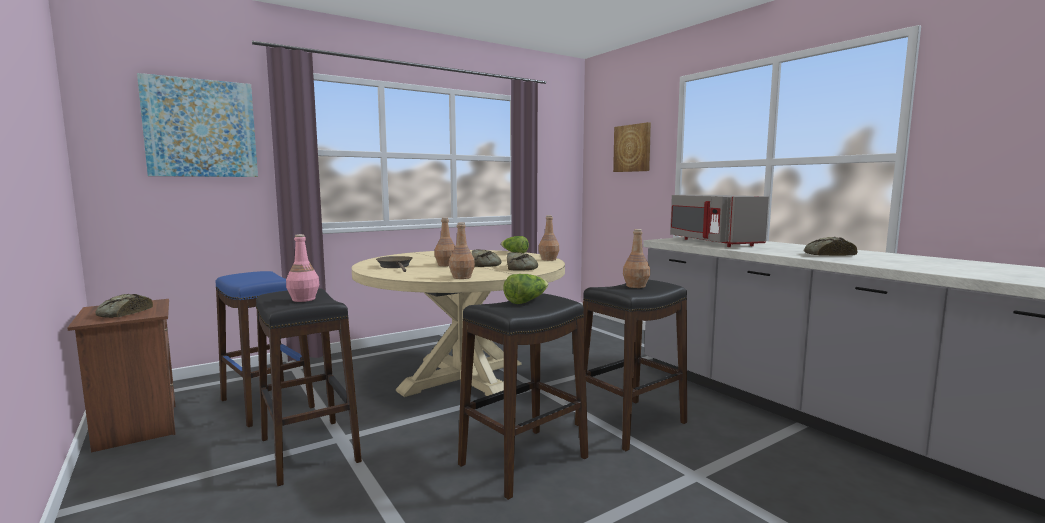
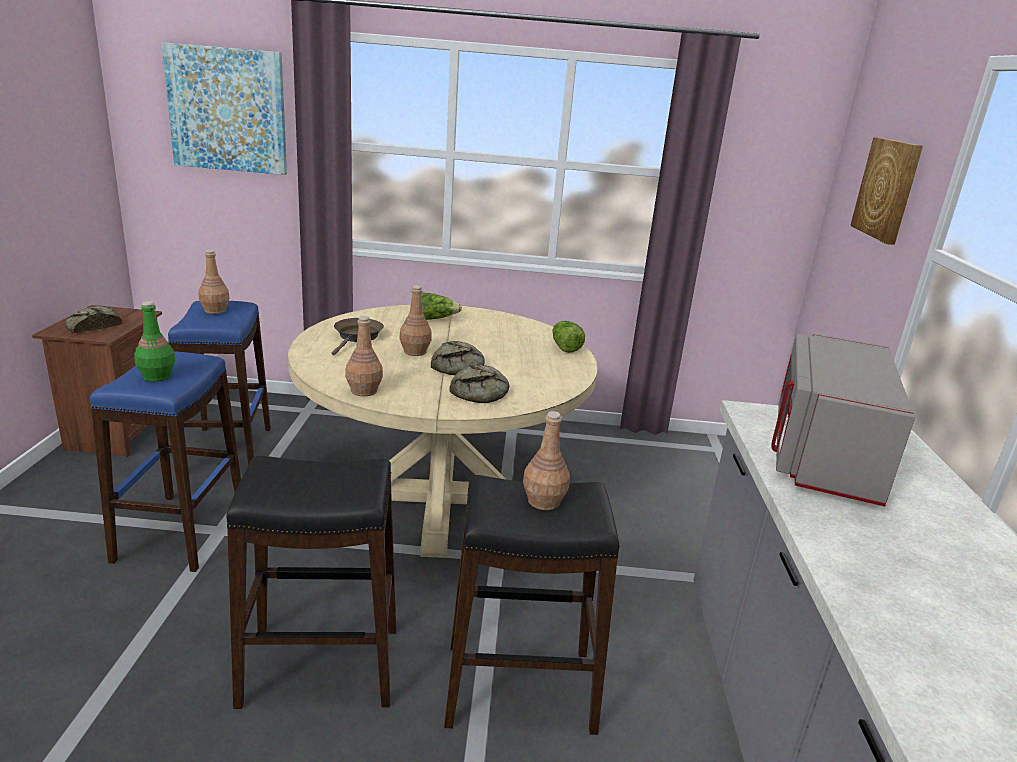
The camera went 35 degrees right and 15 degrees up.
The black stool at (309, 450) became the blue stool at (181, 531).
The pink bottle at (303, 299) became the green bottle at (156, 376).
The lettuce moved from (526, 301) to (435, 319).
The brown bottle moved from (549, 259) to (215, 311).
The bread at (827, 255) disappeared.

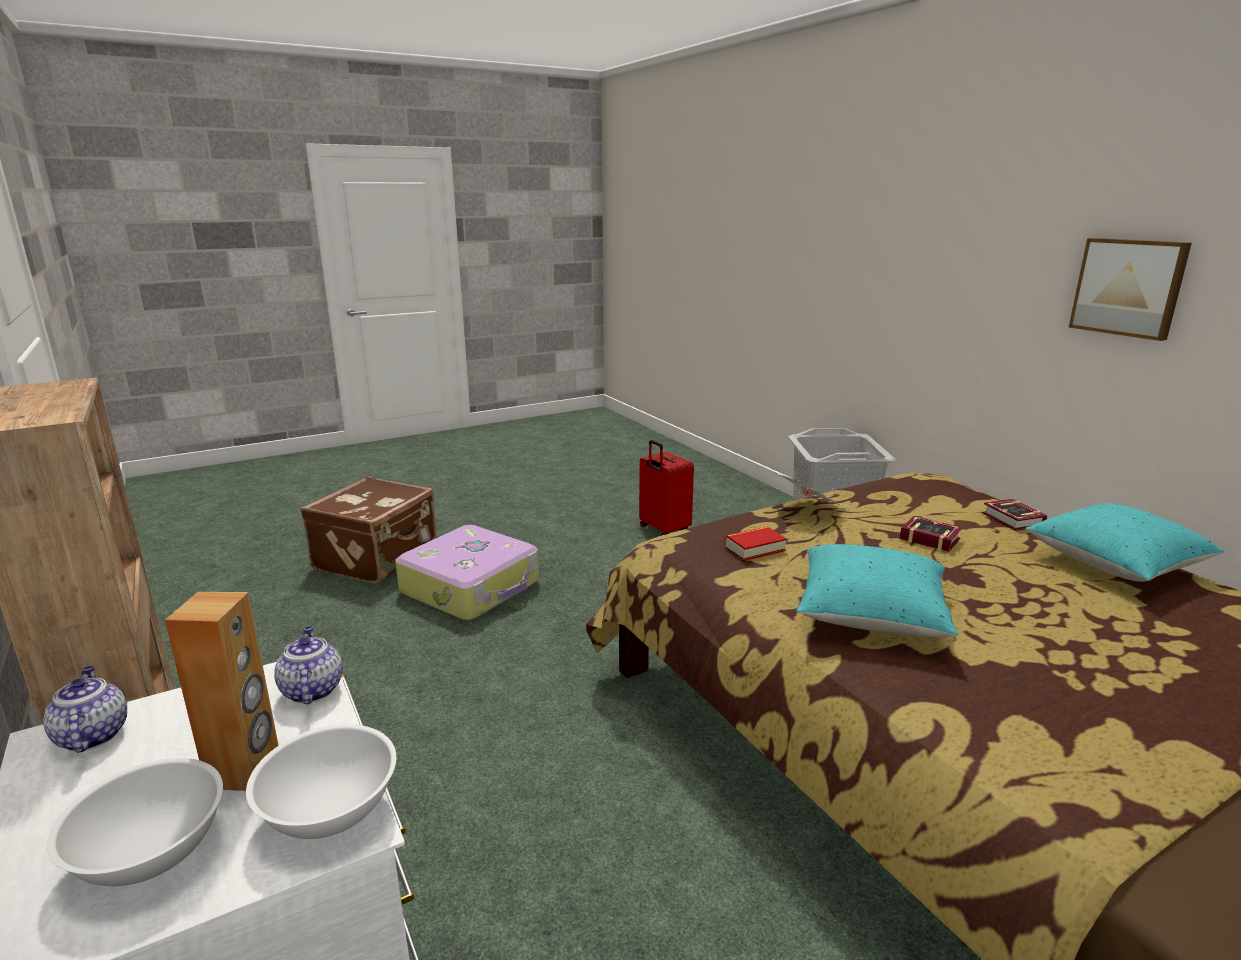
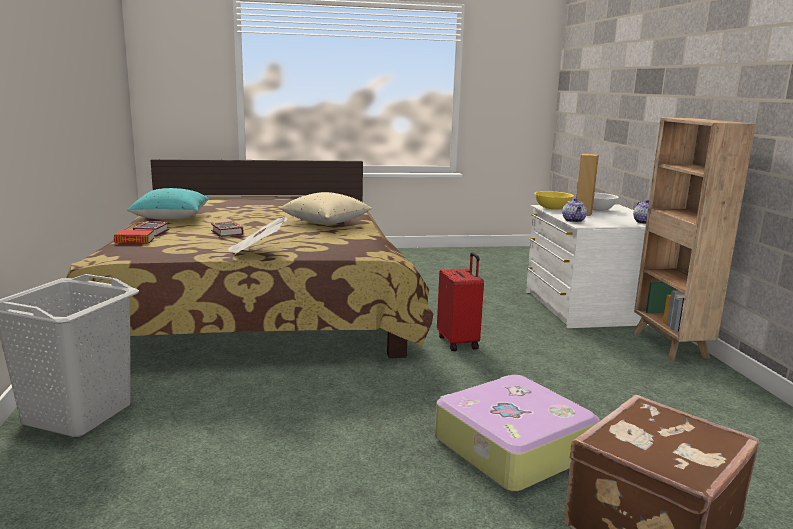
The camera went 160 degrees left and 5 degrees down.
The white bowl at (331, 810) became the yellow bowl at (552, 208).
The red suitcase moved from (663, 530) to (459, 342).
The book moved from (754, 548) to (134, 241).
The turquoise pillow at (870, 615) became the beige pillow at (326, 222).
The picture at (1129, 287) disappeared.

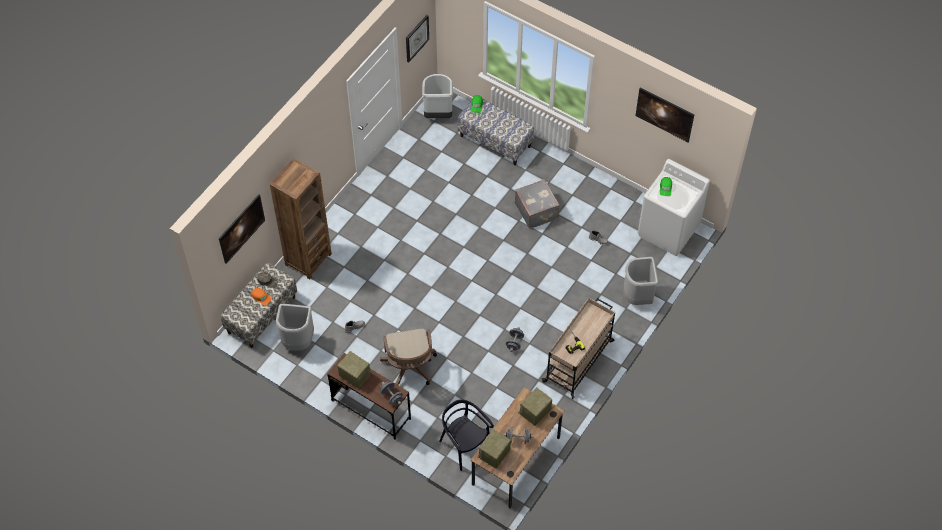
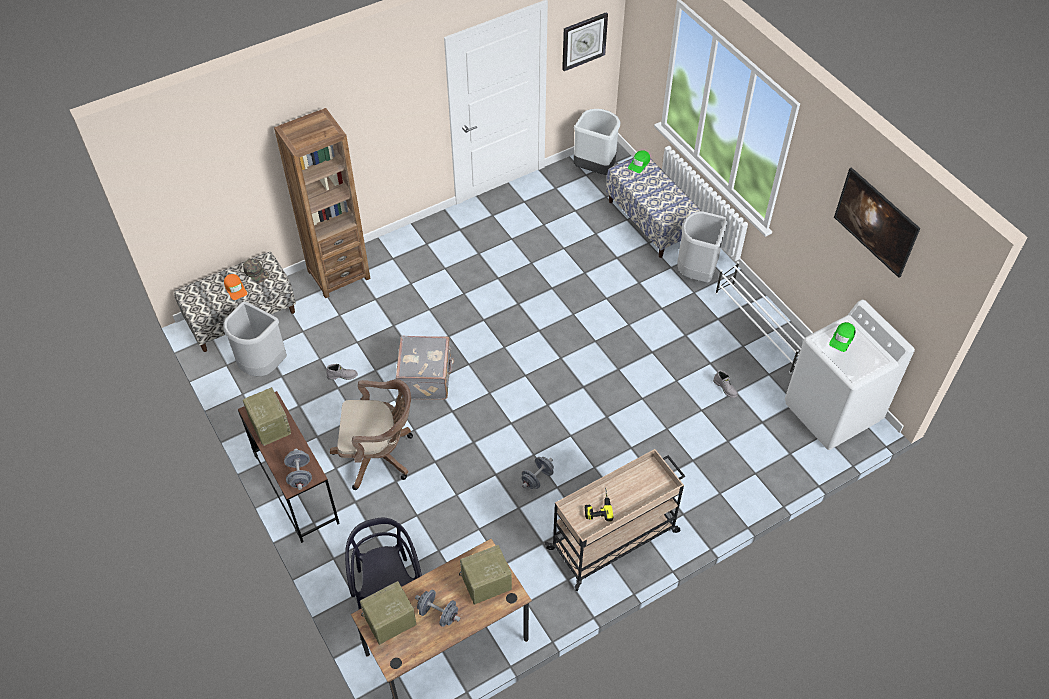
The camera went 25 degrees right and 5 degrees down.
The picture at (243, 235) disappeared.
The brown office chair at (410, 368) turned 105 degrees counterclockwise.
The grey suitcase moved from (537, 211) to (426, 378).
The grey trash can moved from (637, 297) to (696, 273).
The white shoe rack at (760, 328) appeared.

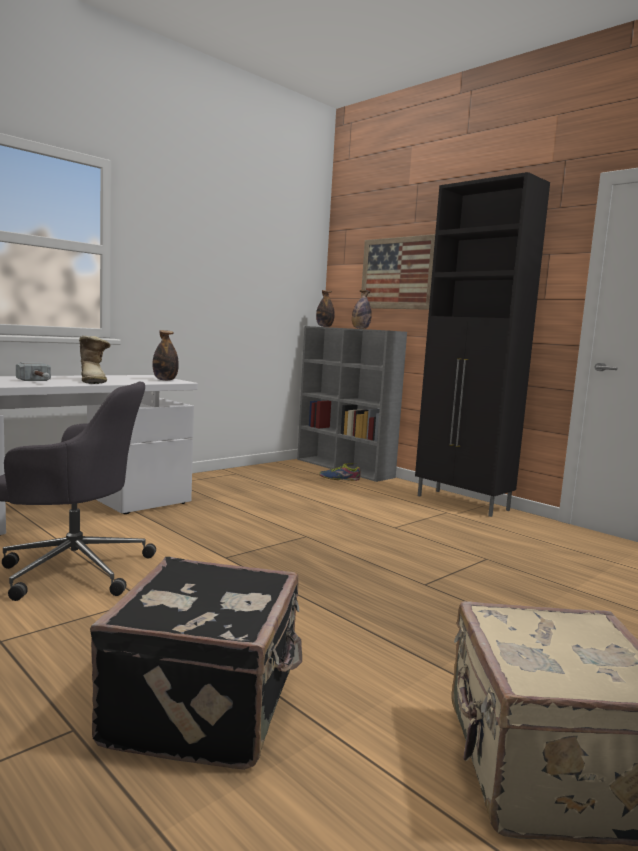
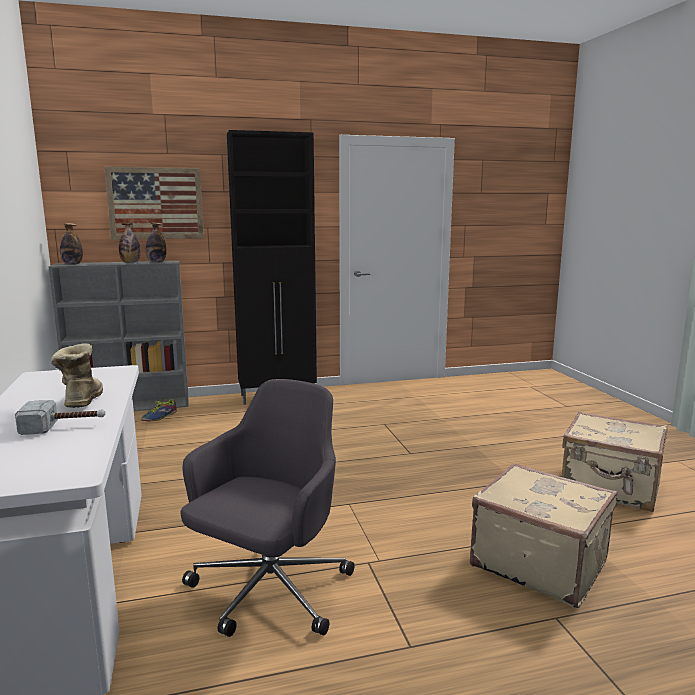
The camera went 60 degrees left and 5 degrees up.
The boot at (94, 381) turned 105 degrees counterclockwise.
The black suitcase at (207, 706) became the beige suitcase at (539, 562).
The bottle moved from (165, 380) to (156, 262).

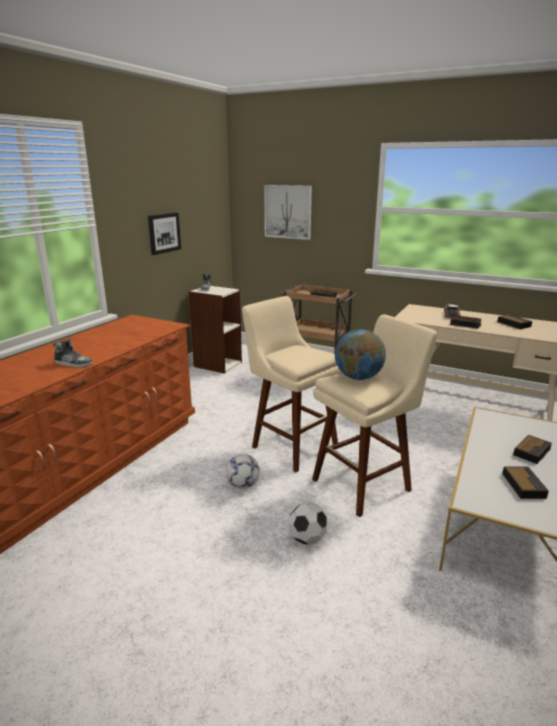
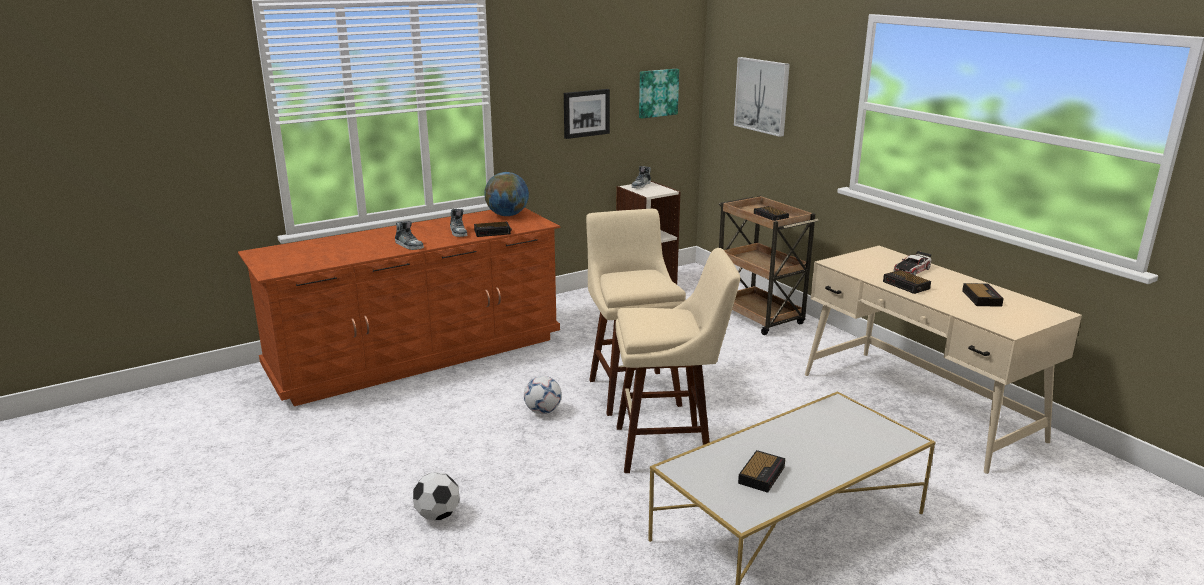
The camera went 30 degrees right and 0 degrees up.
The football moved from (307, 539) to (438, 515).
The globe moved from (358, 377) to (507, 215).
The alarm clock moved from (532, 451) to (493, 232).
The shoe at (458, 232) appeared.
The picture at (657, 93) appeared.

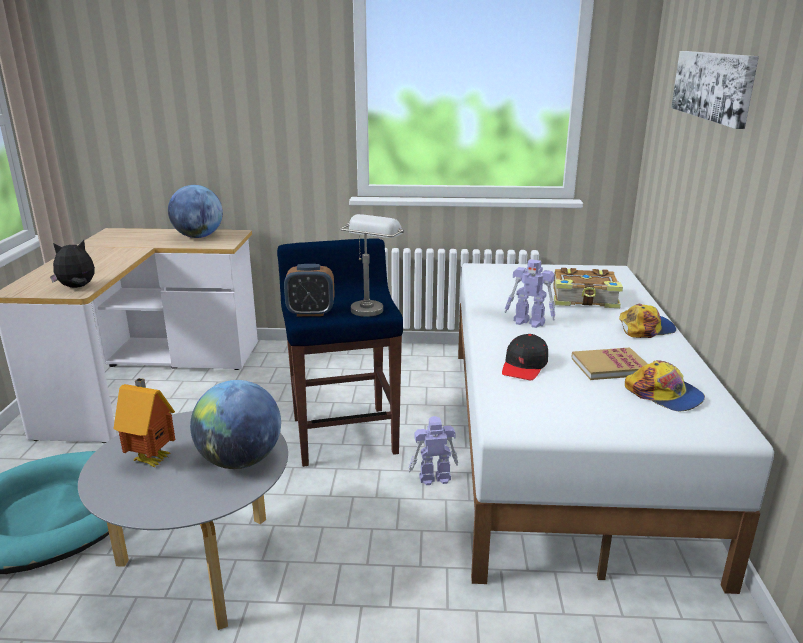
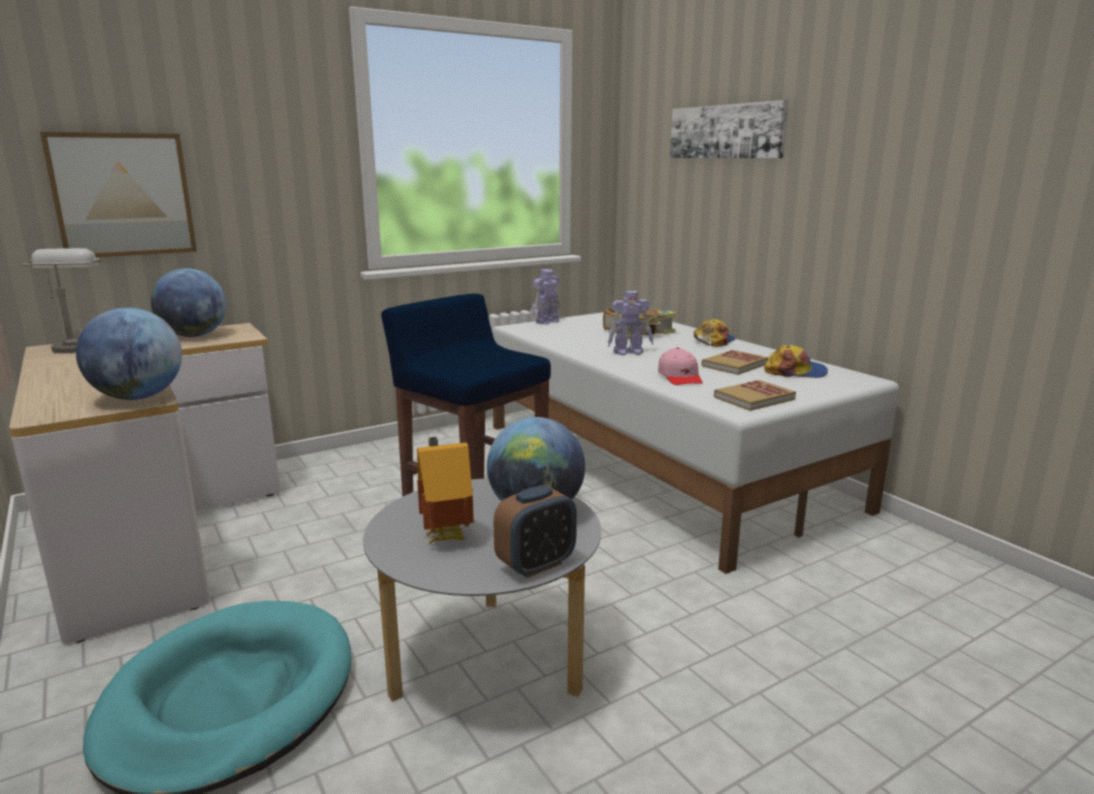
The camera went 35 degrees left and 5 degrees down.
The plush toy at (77, 287) was replaced by the globe at (138, 397).
The alarm clock moved from (310, 312) to (536, 565).
The grey table lamp moved from (371, 306) to (76, 346).
The toy robot moved from (433, 478) to (546, 322).
The black cap at (524, 366) became the pink cap at (680, 377).
The picture at (122, 195) appeared.
The book at (754, 398) appeared.

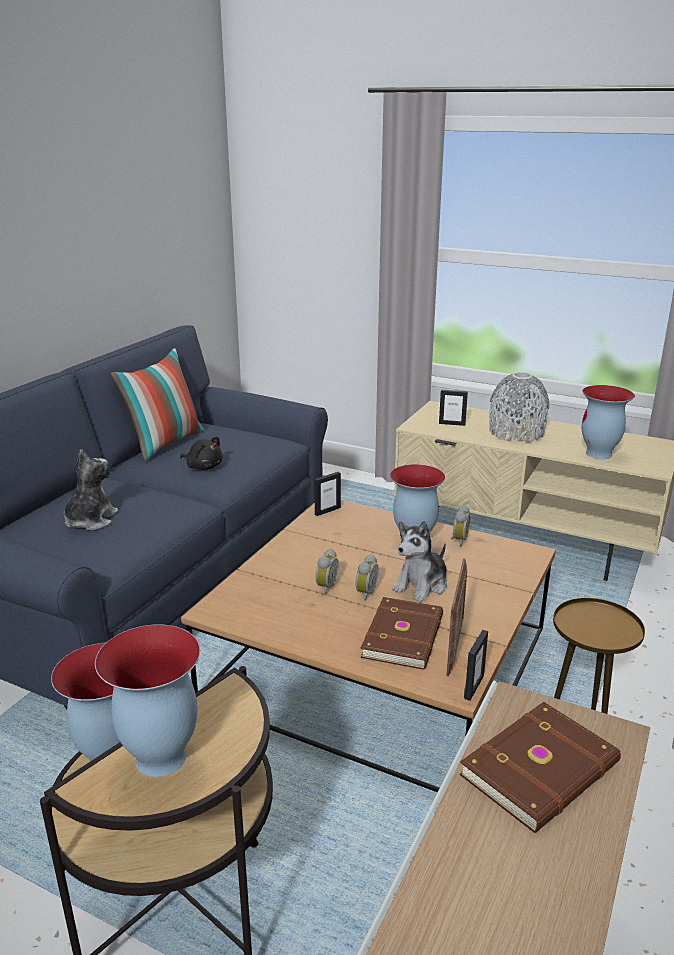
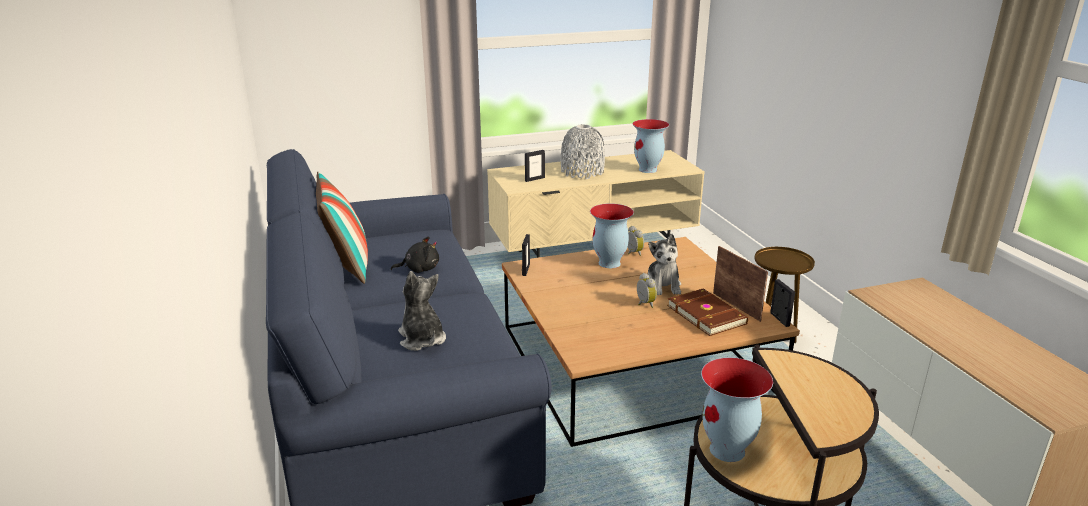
The camera went 45 degrees left and 0 degrees up.
The vase at (160, 759) disappeared.
The alarm clock at (325, 587) disappeared.
The brown book at (542, 770) disappeared.

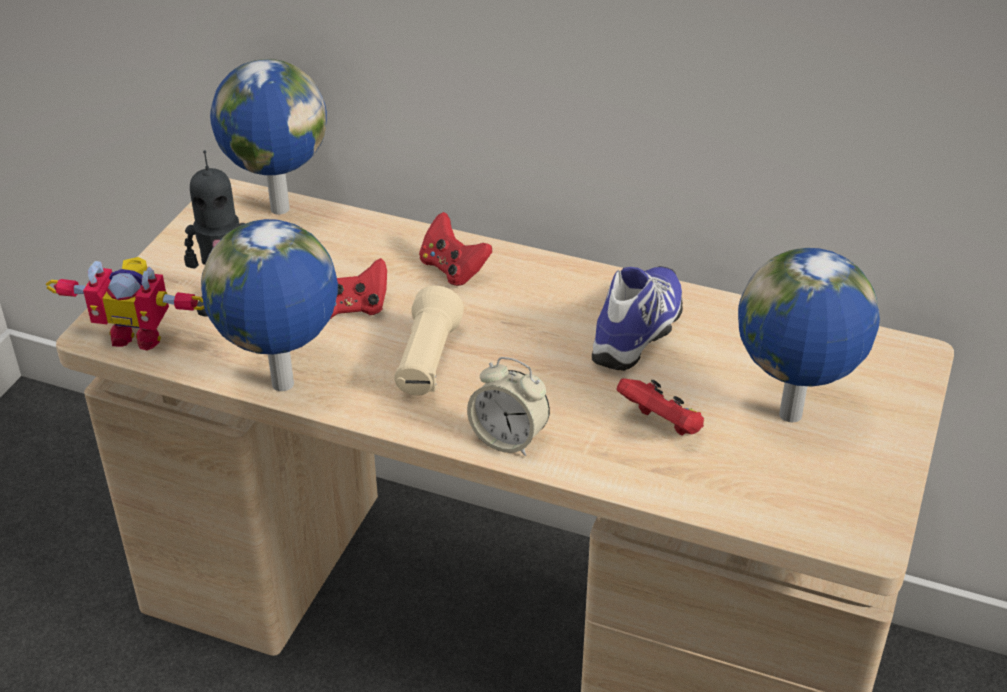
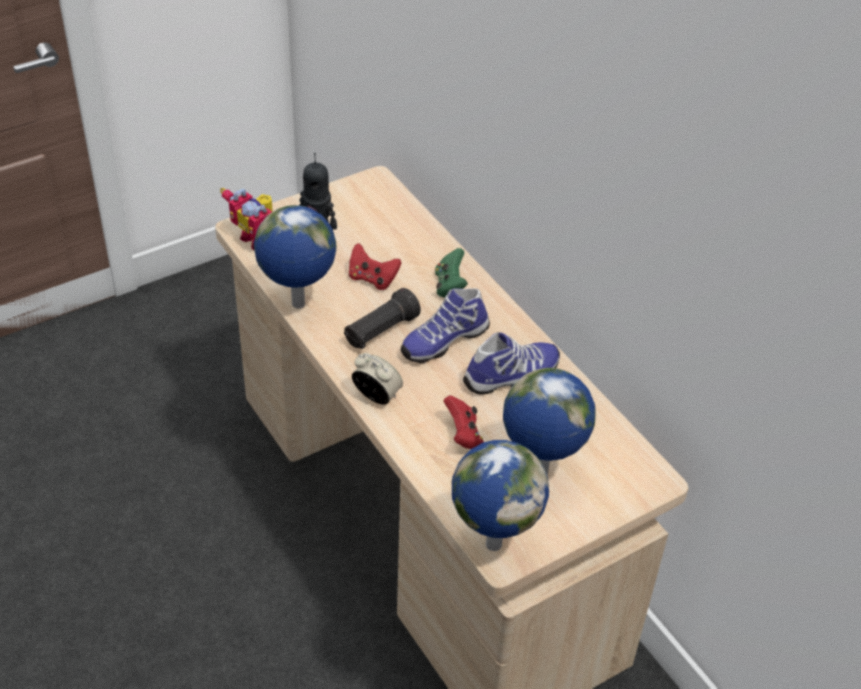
The camera went 35 degrees right and 5 degrees up.
The globe moved from (278, 208) to (492, 543).
The beige flashlight at (427, 362) became the black flashlight at (380, 331).
The red game controller at (453, 269) became the green game controller at (449, 285).
The alarm clock at (508, 439) turned 150 degrees clockwise.
The shoe at (443, 340) appeared.

